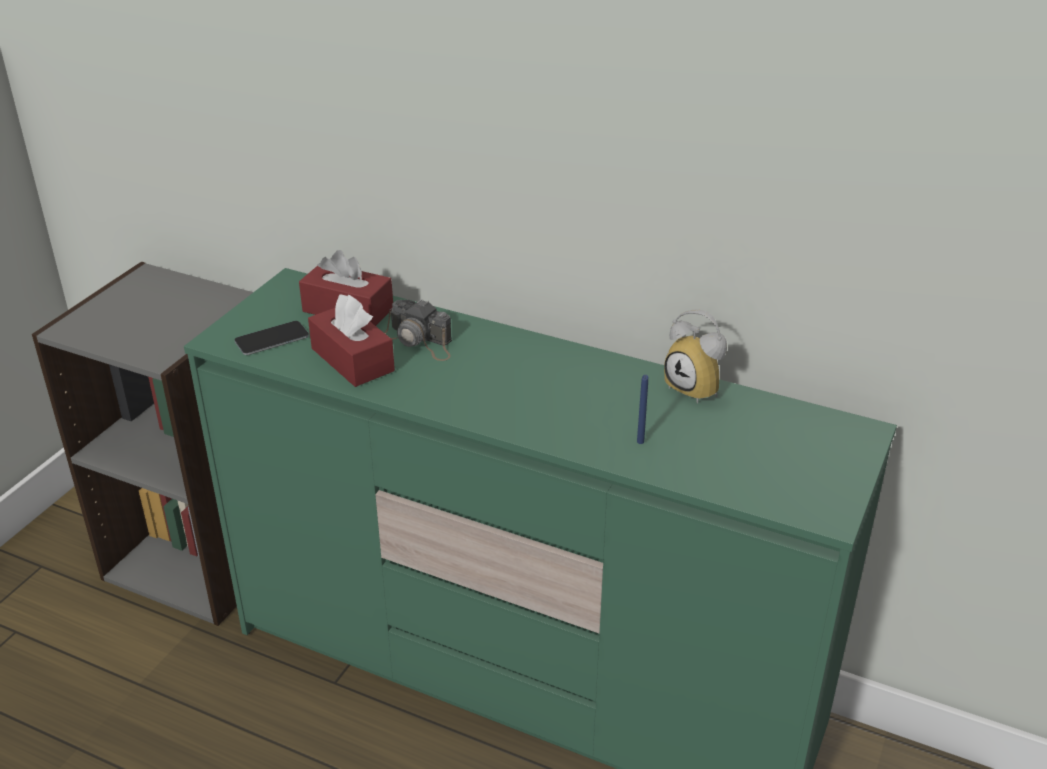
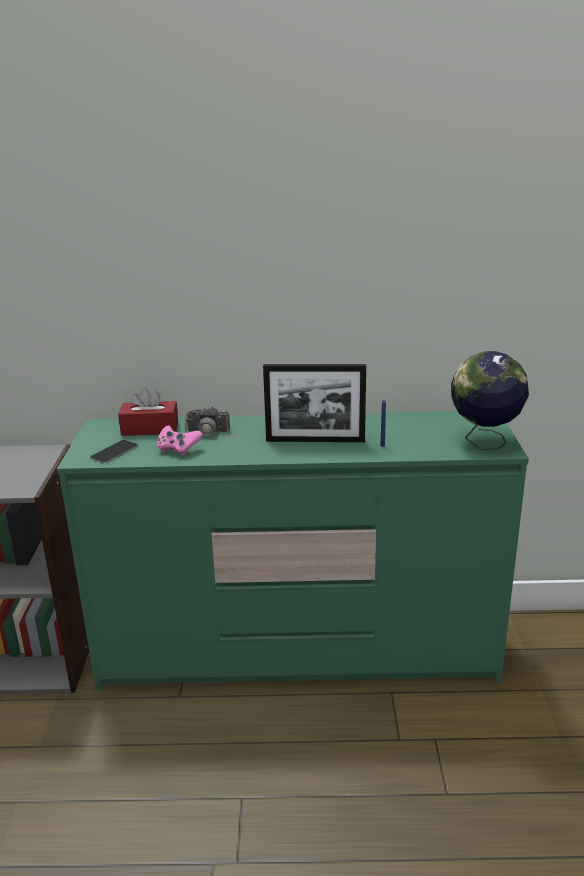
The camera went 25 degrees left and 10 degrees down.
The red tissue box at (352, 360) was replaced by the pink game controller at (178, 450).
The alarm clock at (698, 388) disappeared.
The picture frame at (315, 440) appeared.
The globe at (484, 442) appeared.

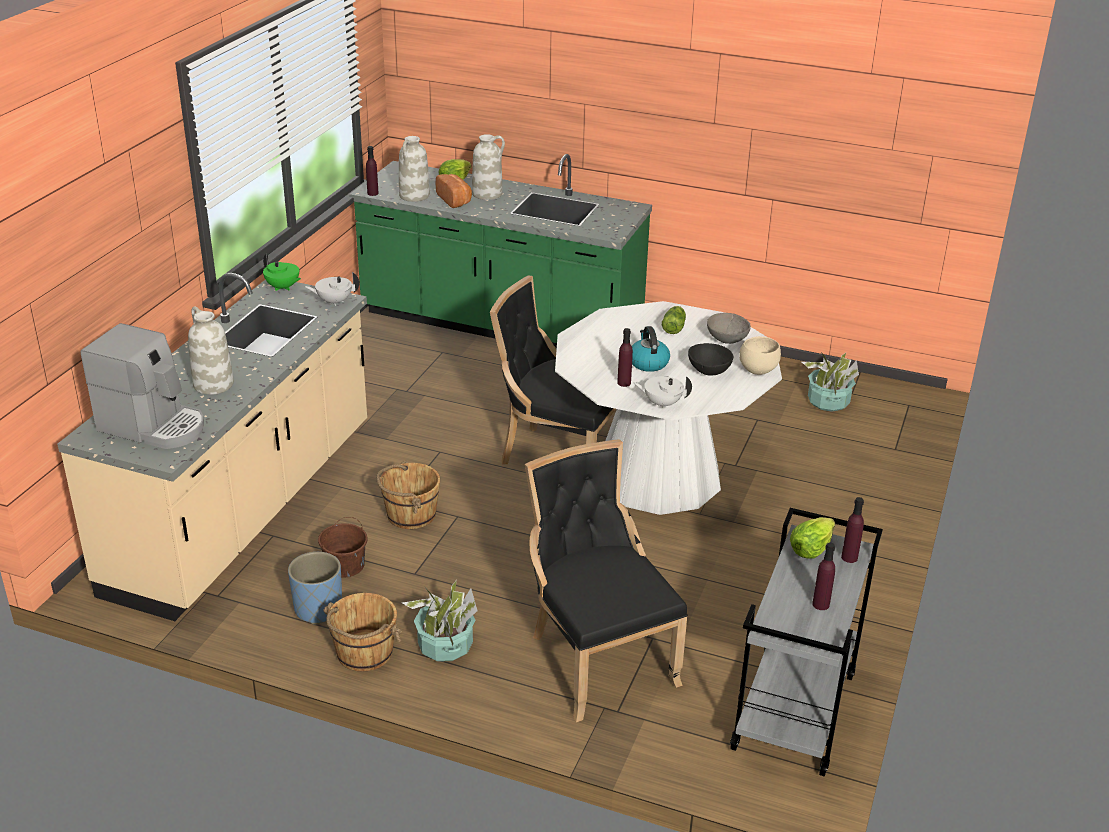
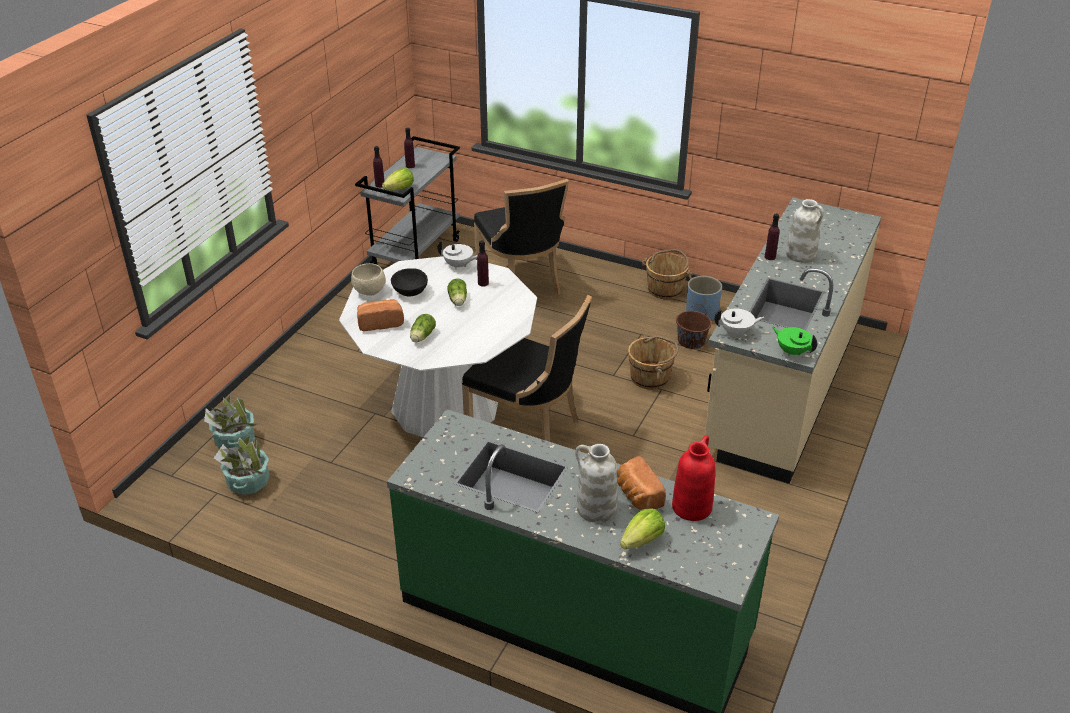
The camera went 175 degrees left and 5 degrees up.
The coffee machine at (154, 426) disappeared.
The purple bottle moved from (372, 193) to (770, 257).
The white vase at (414, 196) became the red vase at (691, 506).
The potted plant moved from (445, 646) to (235, 440).
The kettle at (648, 363) was replaced by the lettuce at (458, 301).
The grey bowl at (726, 339) was replaced by the bread at (380, 322).

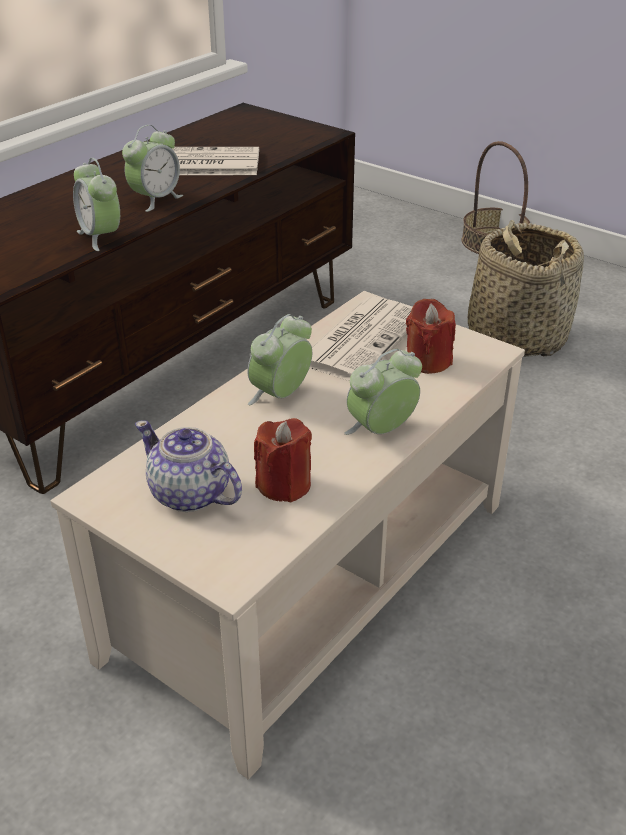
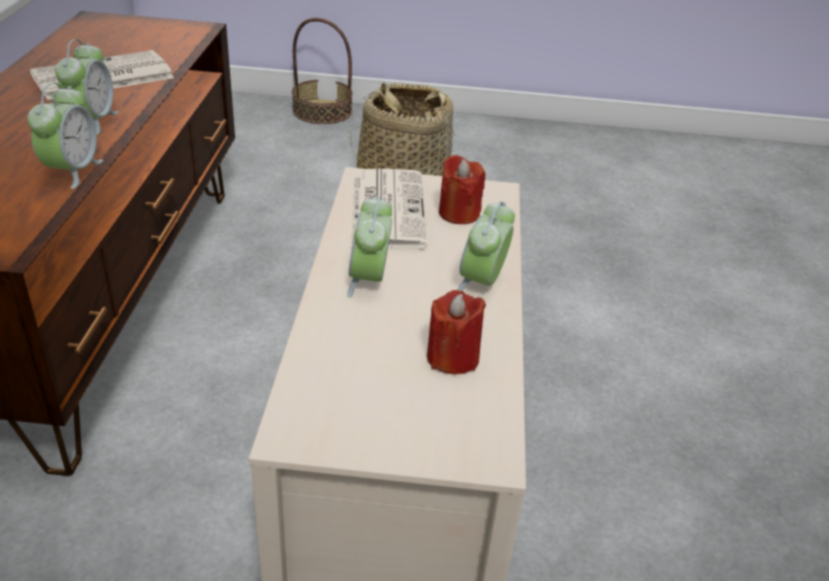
The camera went 35 degrees left and 0 degrees up.
The alarm clock at (101, 237) turned 105 degrees counterclockwise.
The teapot at (190, 495) disappeared.

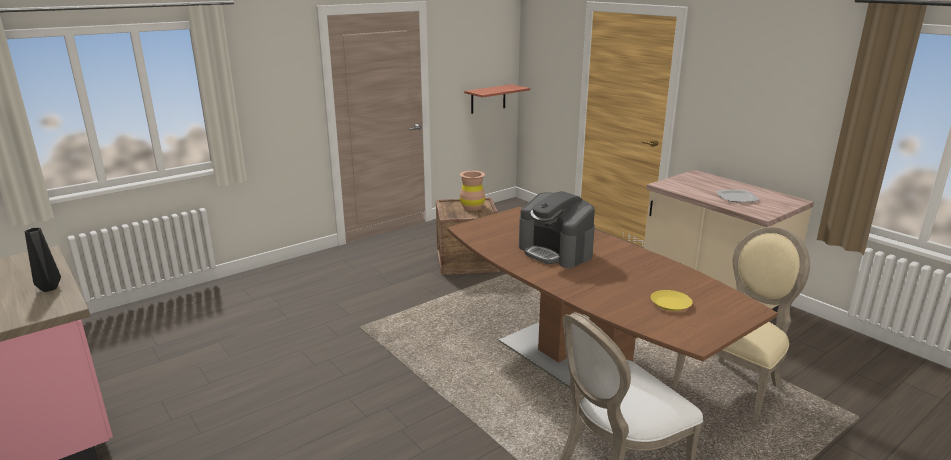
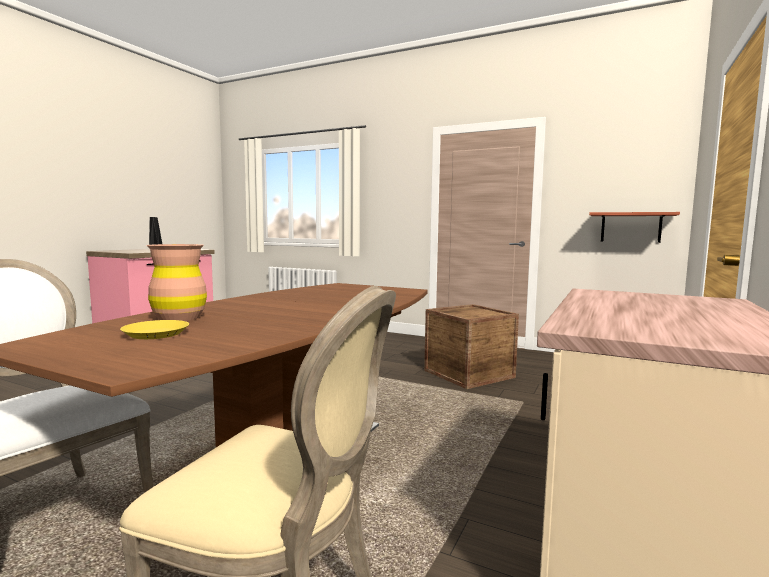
The camera went 65 degrees right and 15 degrees down.
The brown vase moved from (472, 207) to (179, 318).
The coffee machine at (556, 252) disappeared.
The plate at (736, 198) disappeared.

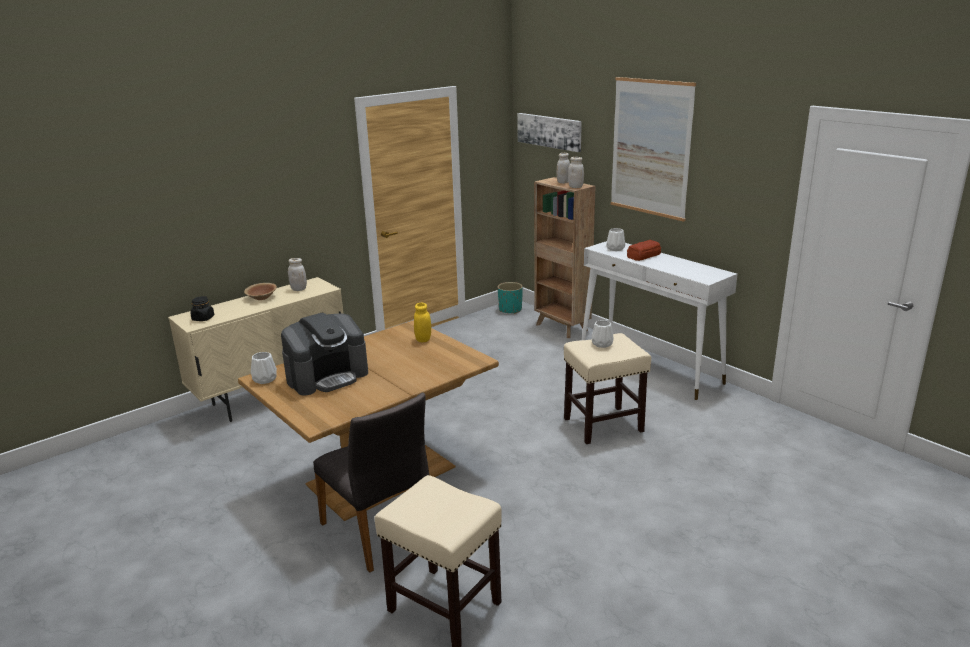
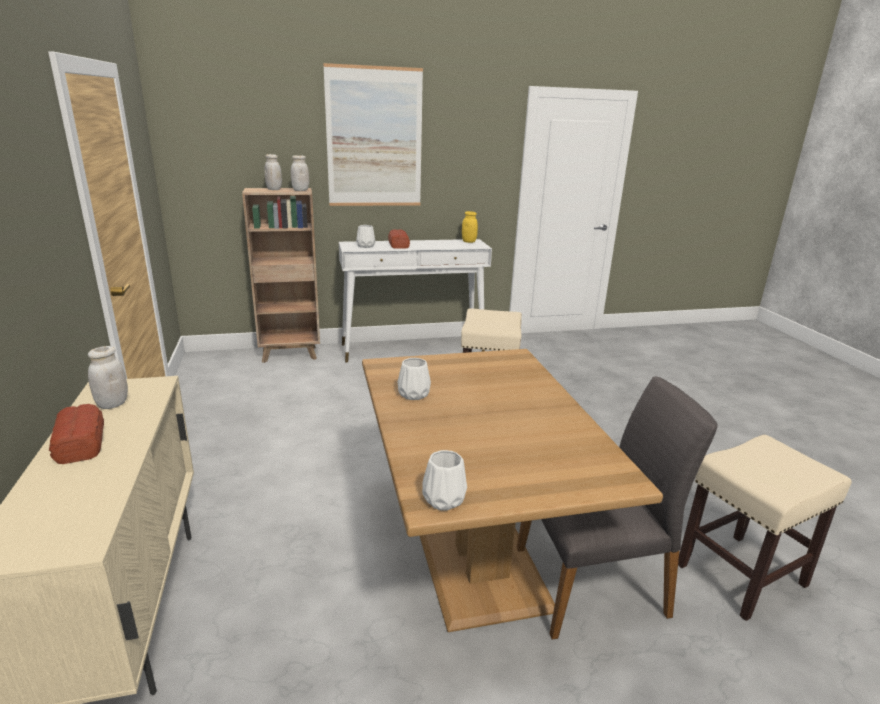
The camera went 65 degrees left and 0 degrees up.
The black jar at (203, 318) disappeared.
The brown bowl at (261, 298) was replaced by the bread at (81, 442).
The coffee machine at (327, 376) disappeared.
The yellow jar moved from (423, 339) to (469, 241).
The turquoise planter at (510, 310) disappeared.
The picture at (549, 131) disappeared.
The white vase moved from (602, 344) to (414, 394).

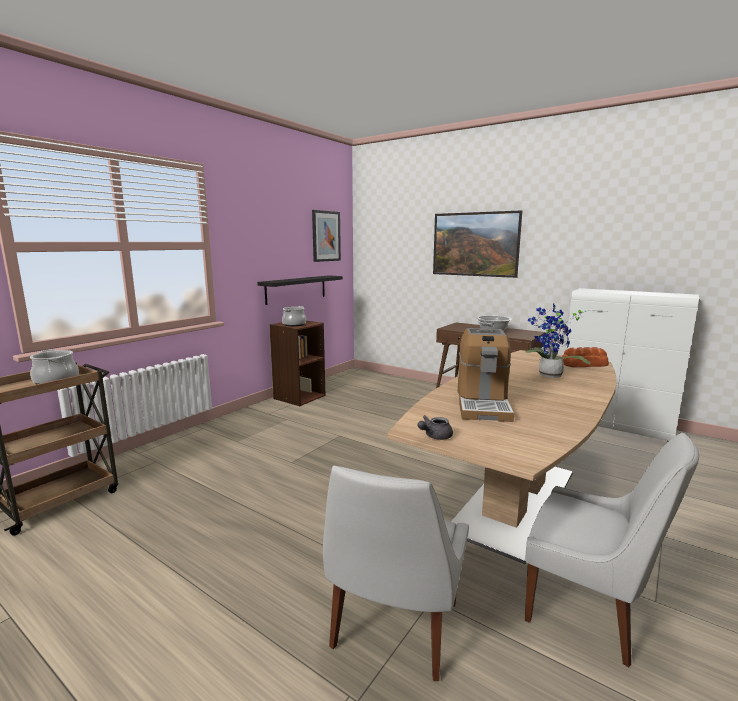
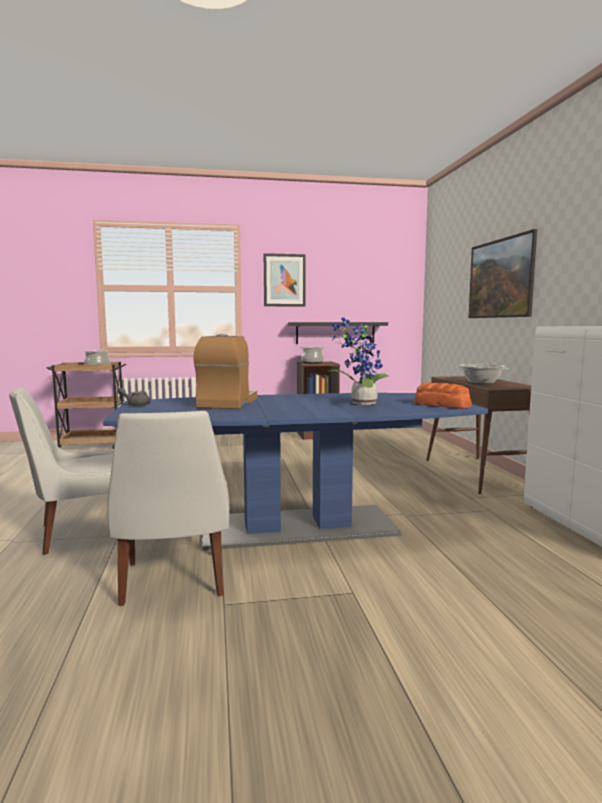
The camera went 45 degrees right and 5 degrees down.
The picture moved from (326, 236) to (284, 280).
The brown dining table at (515, 500) became the blue dining table at (297, 526).
The coffee machine at (482, 404) turned 135 degrees clockwise.

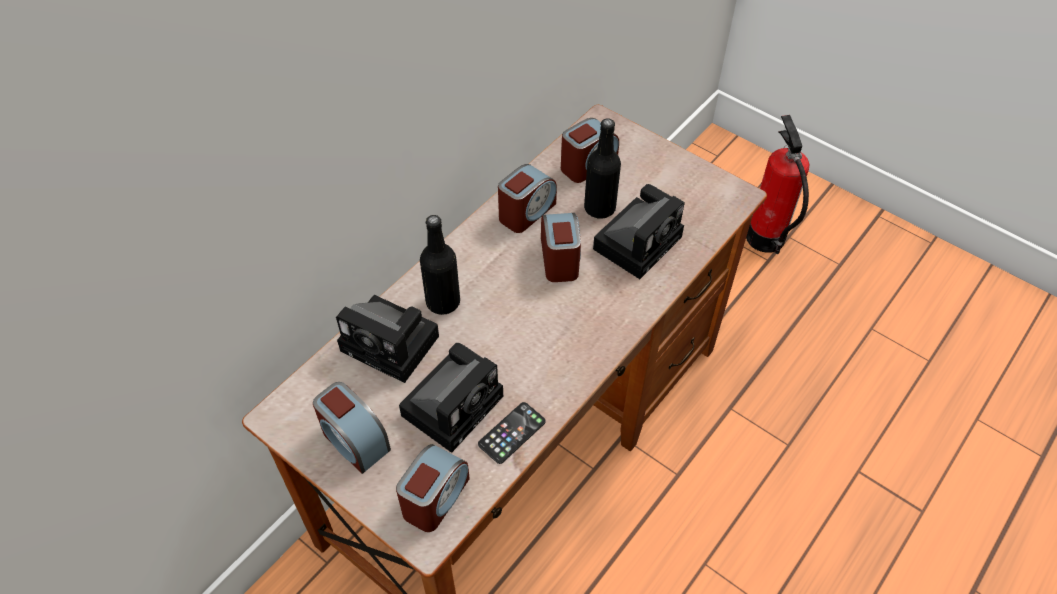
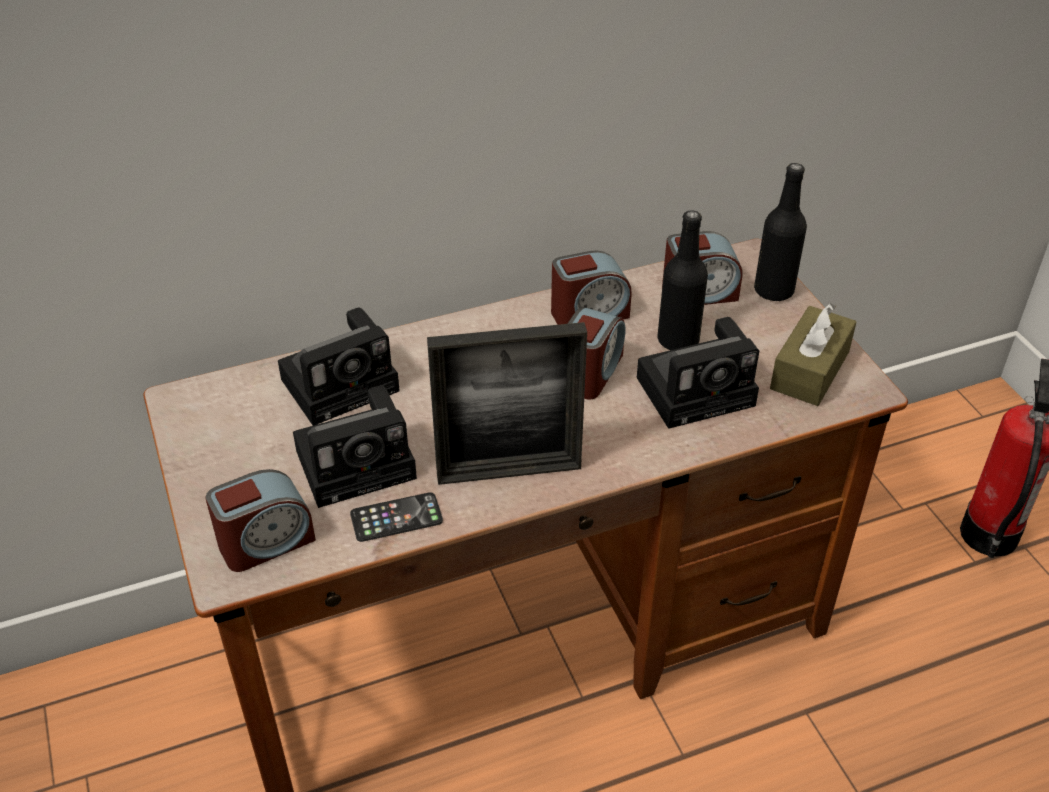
The camera went 30 degrees right and 10 degrees down.
The alarm clock at (354, 440) disappeared.
The photo camera at (394, 344) turned 90 degrees counterclockwise.
The black bottle moved from (443, 302) to (773, 290).
The picture frame at (509, 471) appeared.
The brown tissue box at (810, 370) appeared.

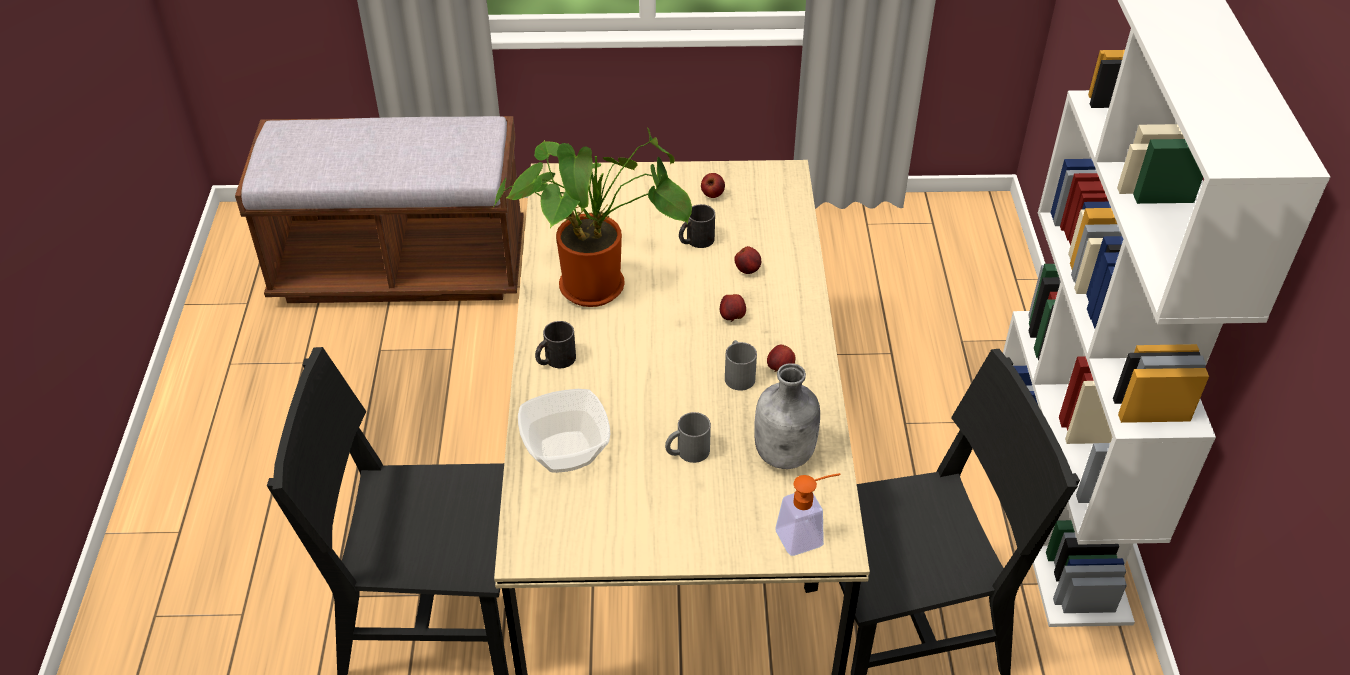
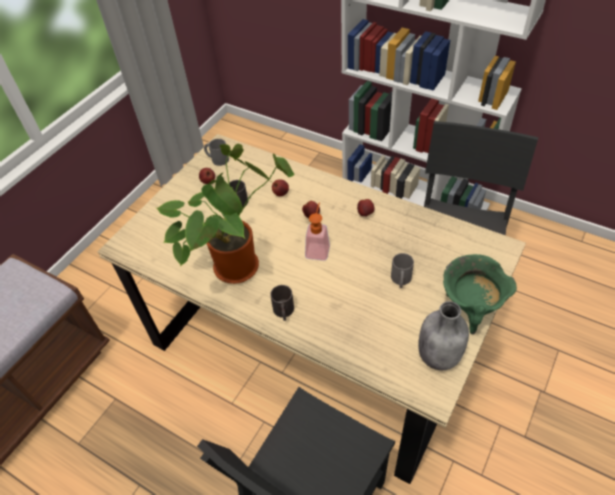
The camera went 55 degrees left and 5 degrees up.
The bowl at (564, 451) disappeared.
The grey mug moved from (738, 374) to (217, 159).
The grey bottle moved from (785, 454) to (439, 355).
The soap dispenser moved from (807, 536) to (318, 248).
The green cooking pot at (470, 309) appeared.

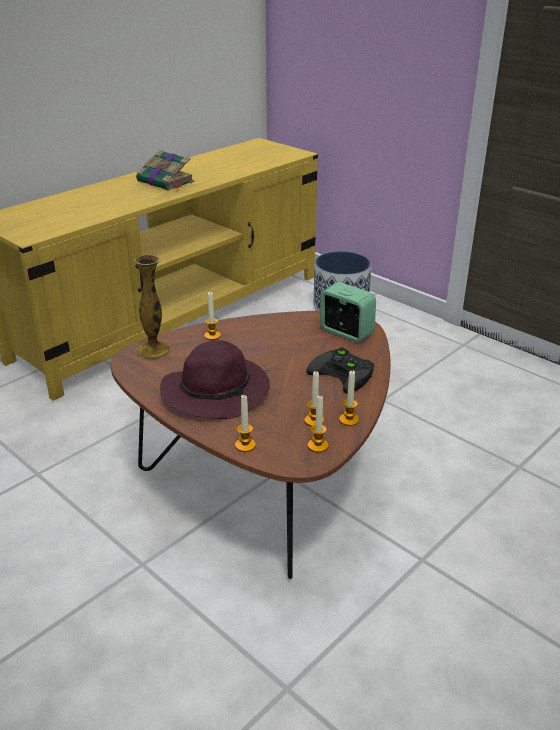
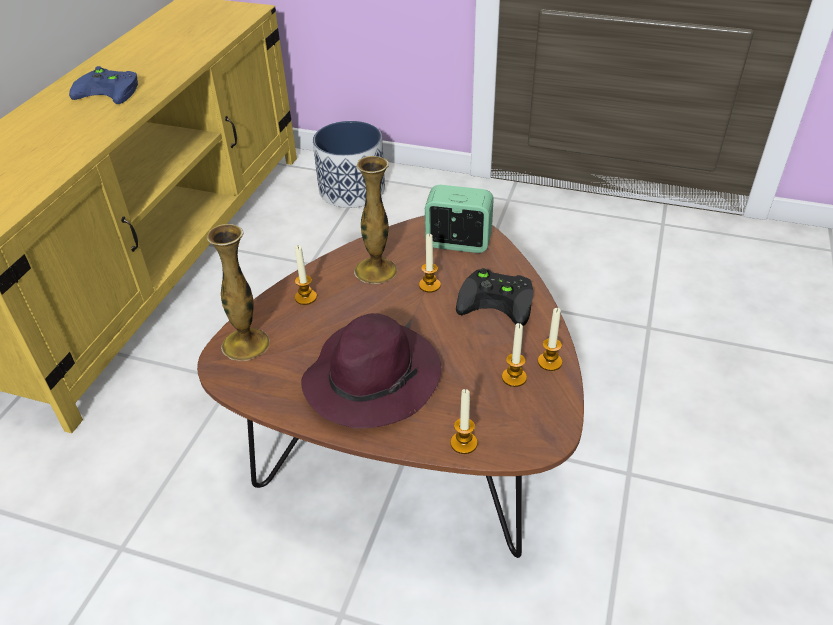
The camera went 25 degrees left and 10 degrees up.
The book at (166, 182) was replaced by the blue game controller at (111, 90).
The candle moved from (318, 446) to (429, 285).
The vase at (376, 271) appeared.

